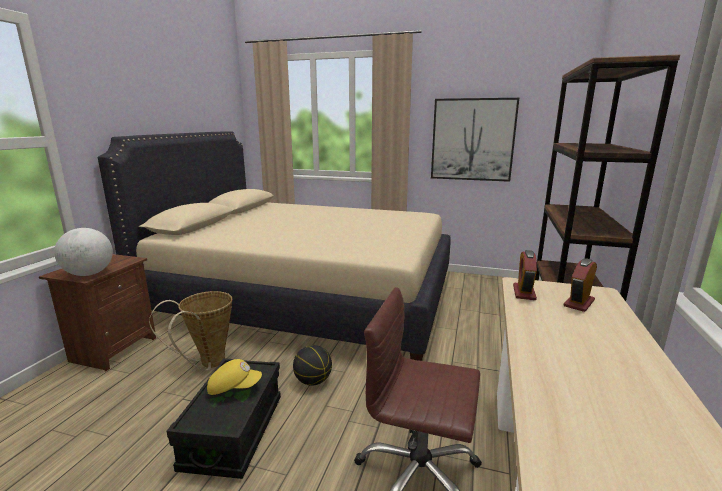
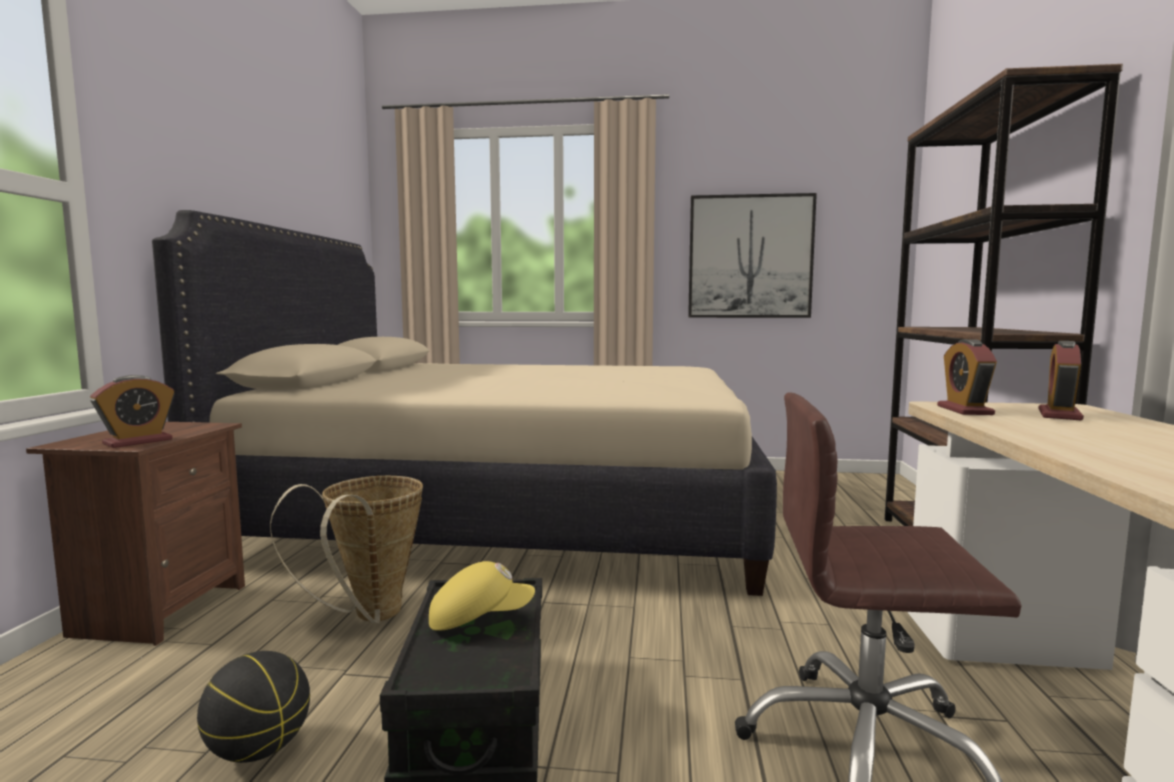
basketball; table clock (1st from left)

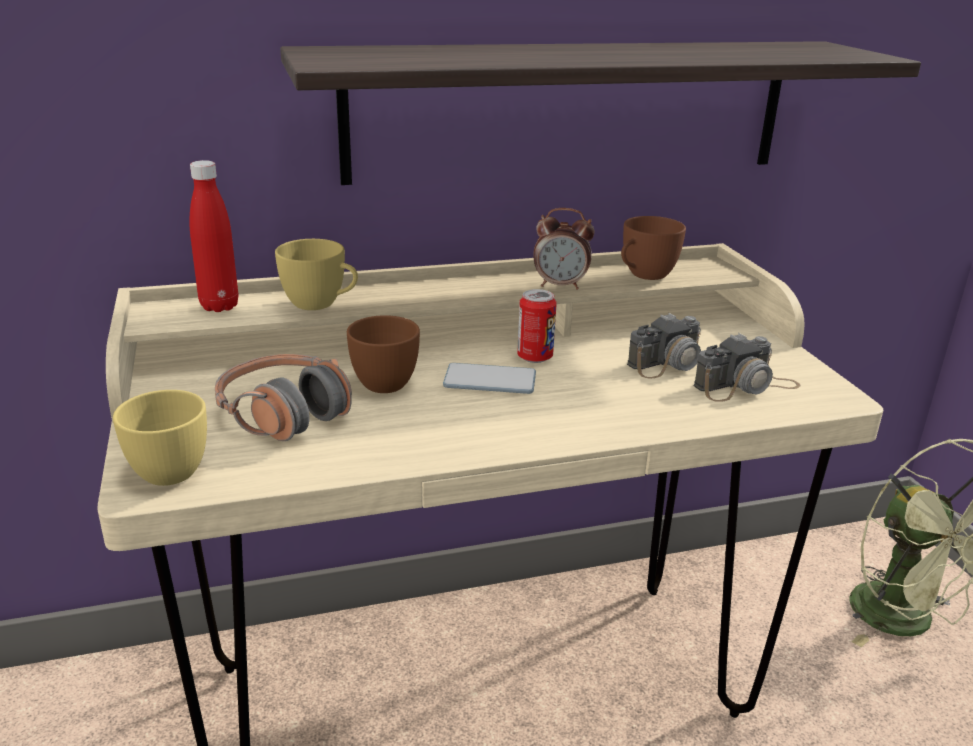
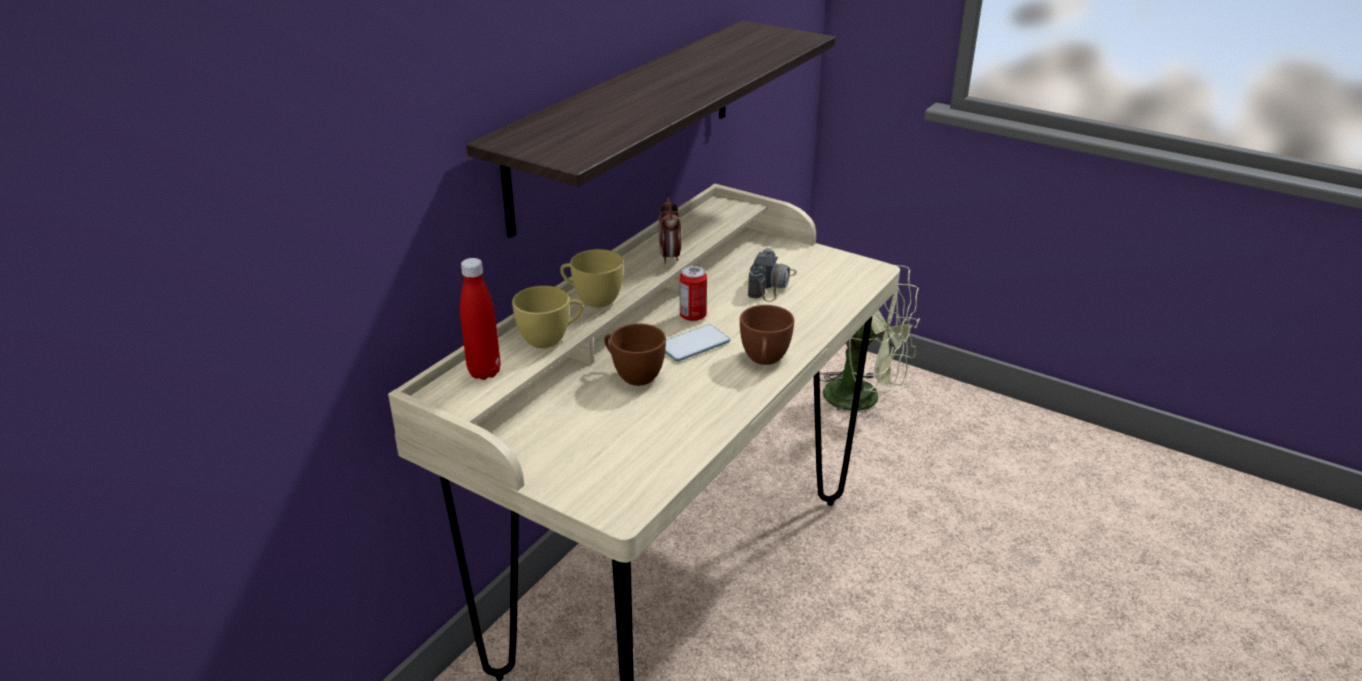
headset; still camera (2nd from left in the first image); cup (yellow-coloured) (2nd from left); cup (brownish) (2nd from left); table clock

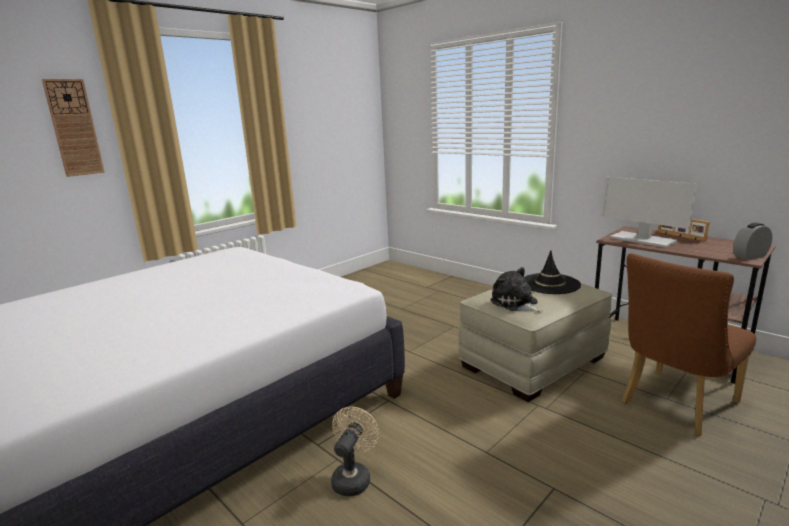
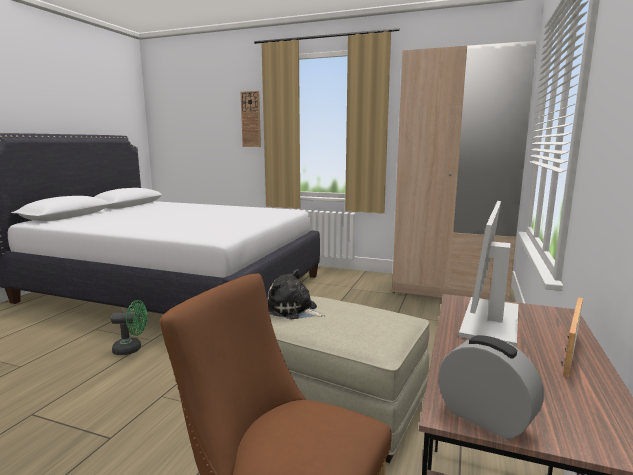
wearable hat (black-coloured); wardrobe (beige-coloured); fan (greenish); cuddly toy

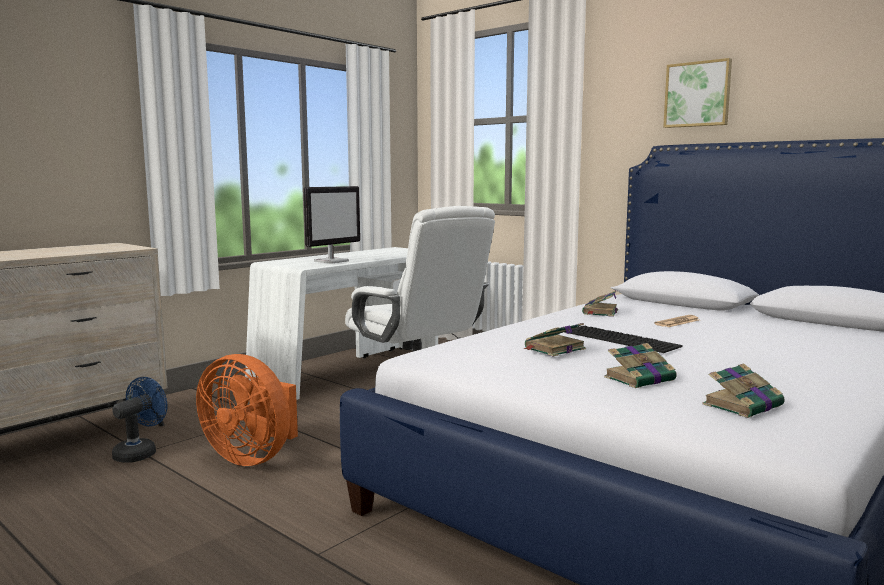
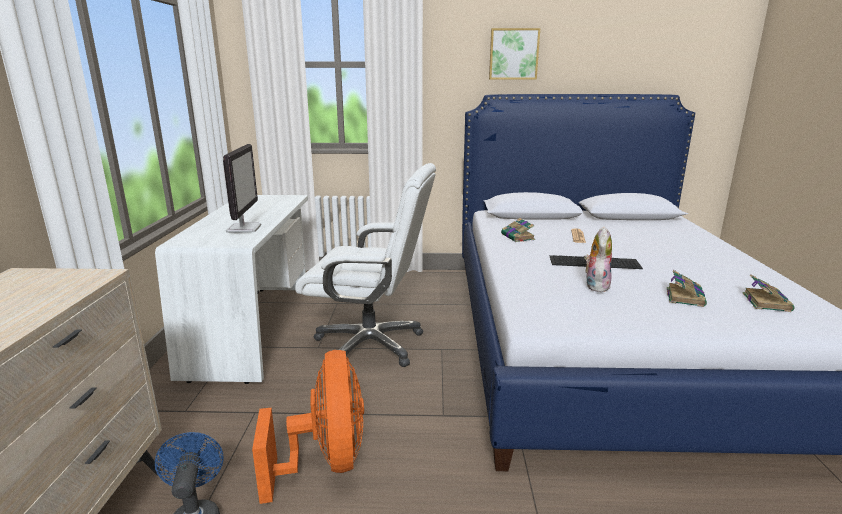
cuddly toy; fan (orange-coloured)

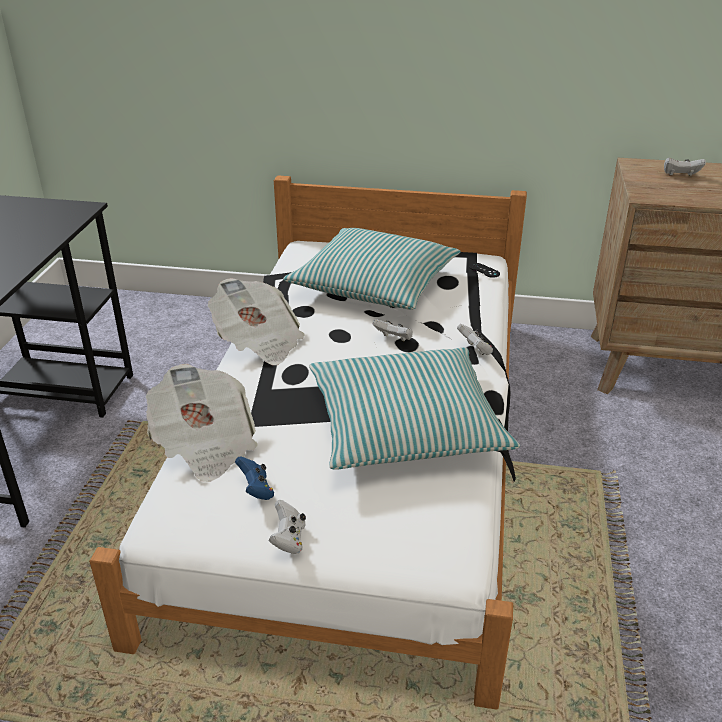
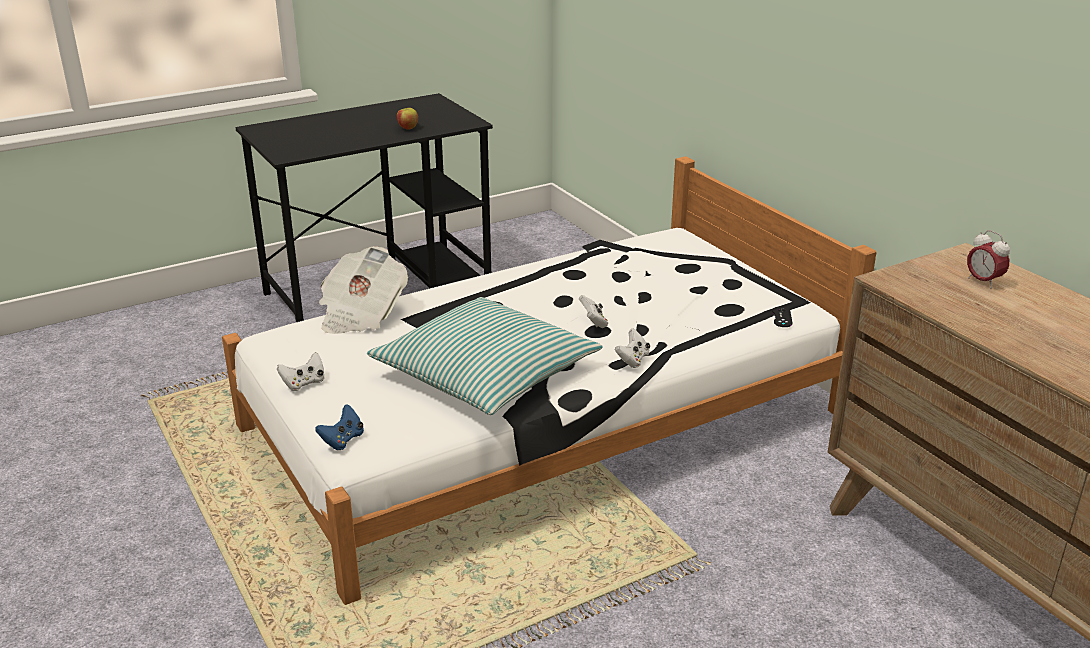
daily paper (2nd from left in the first image); pillow (1st from left in the first image); apple fruit; joypad (blue-coloured); table clock

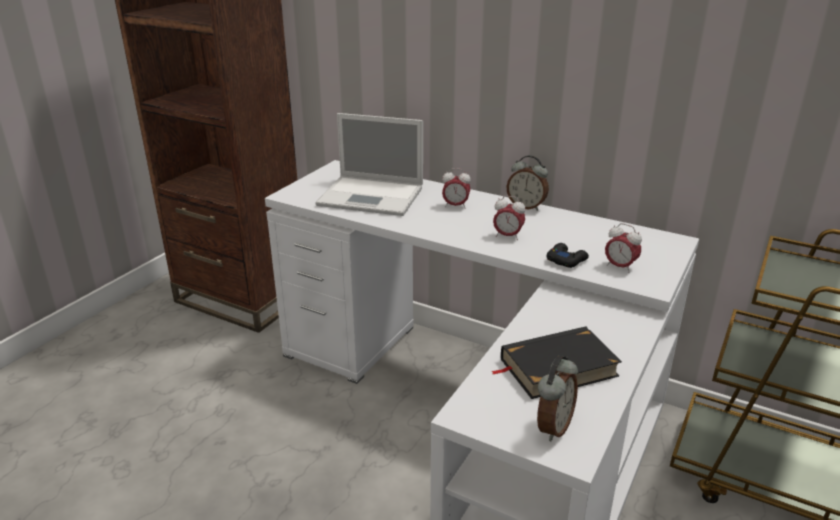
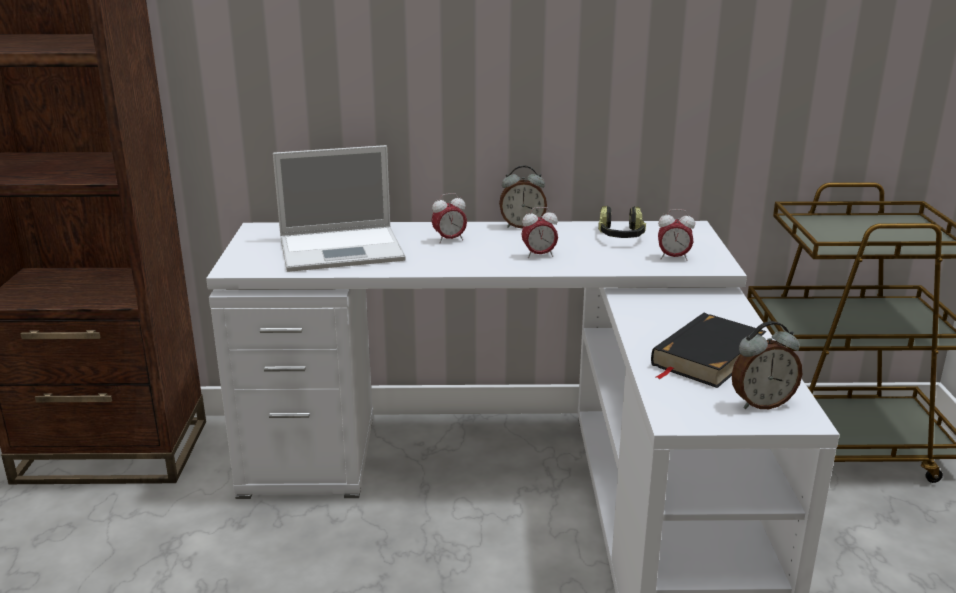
joypad (black-coloured); headset; table clock (5th from left)

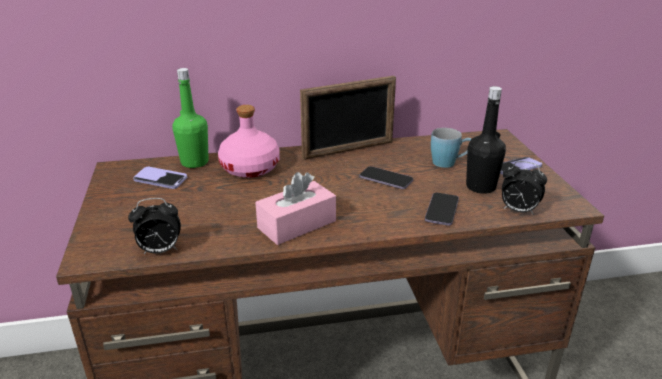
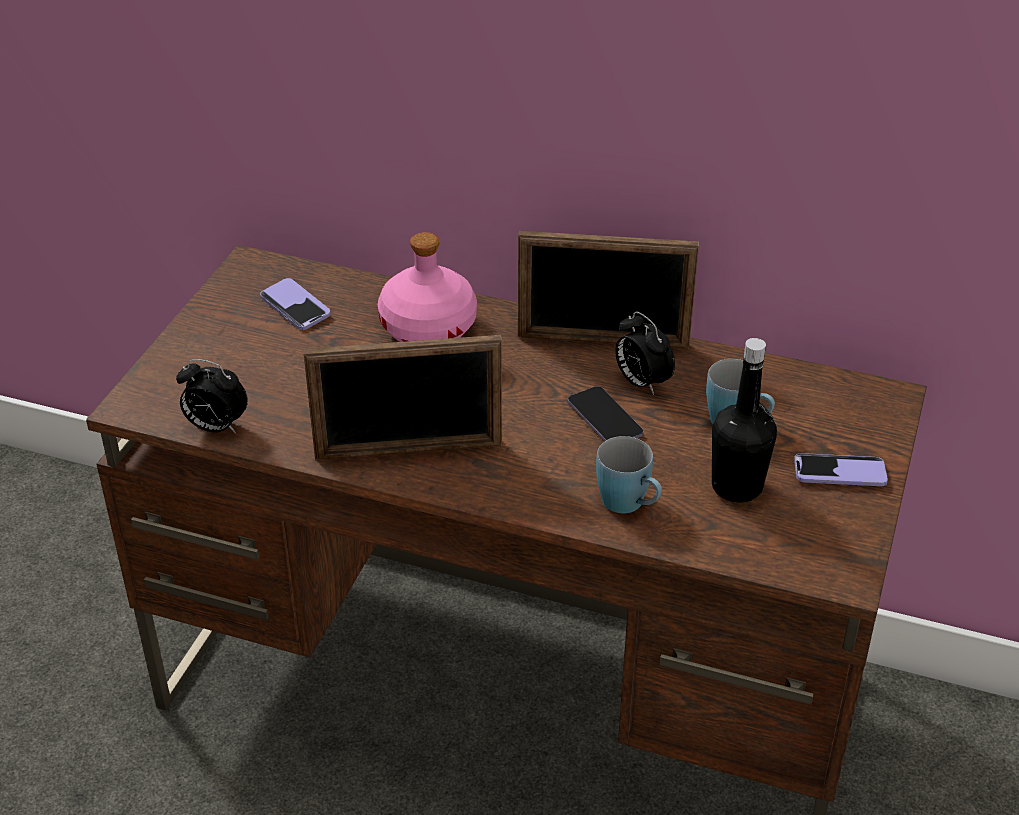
bottle (greenish); table clock (2nd from left); standing frame (1st from left); mug (blue-coloured) (1st from left)

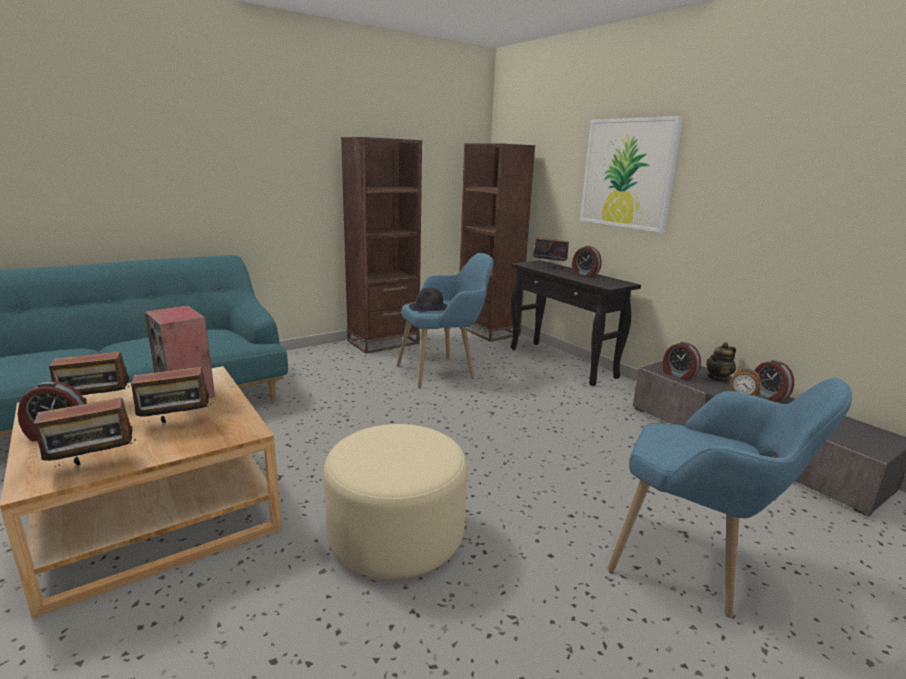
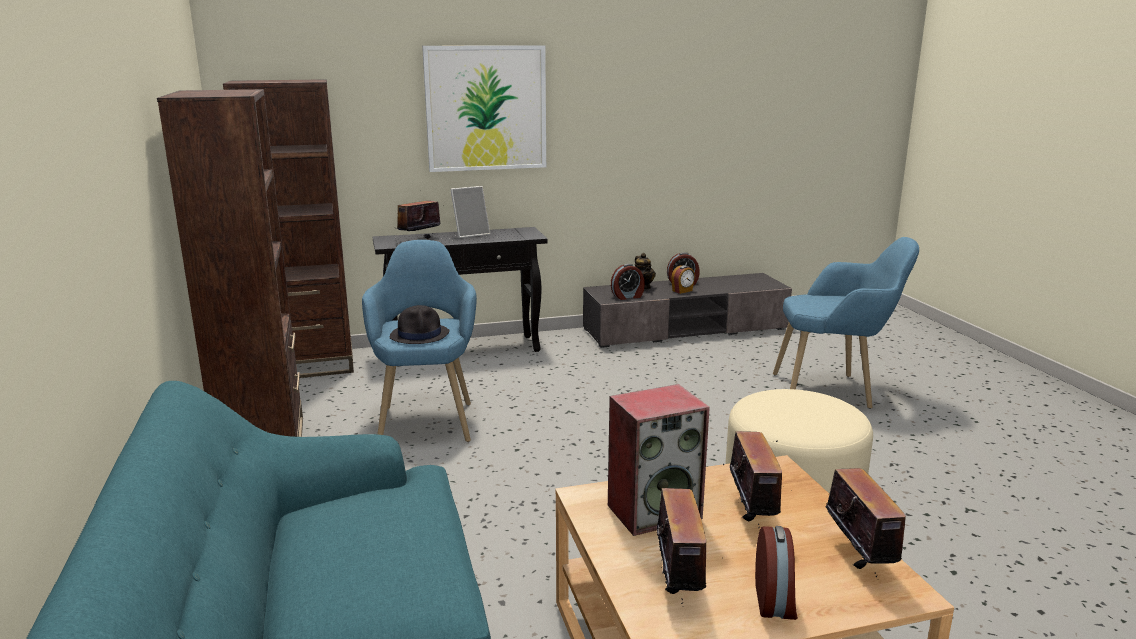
standing frame; armchair (blue-coloured) (2nd from left)

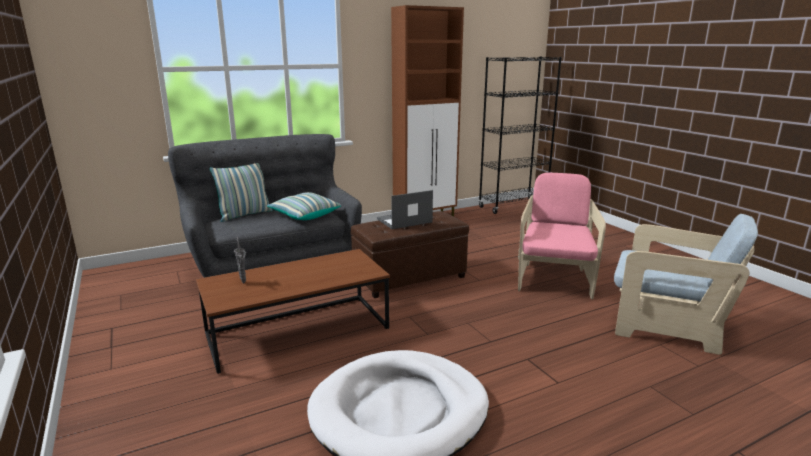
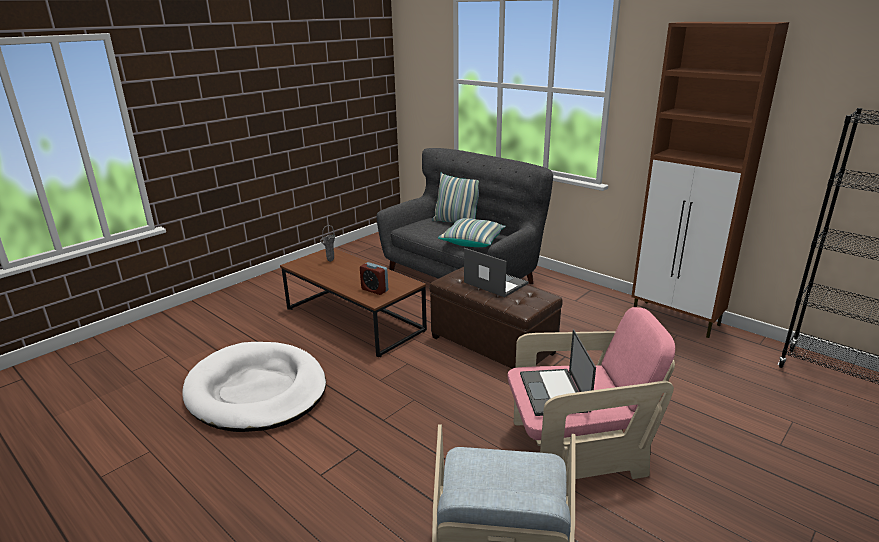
table clock; portable computer (2nd from left)

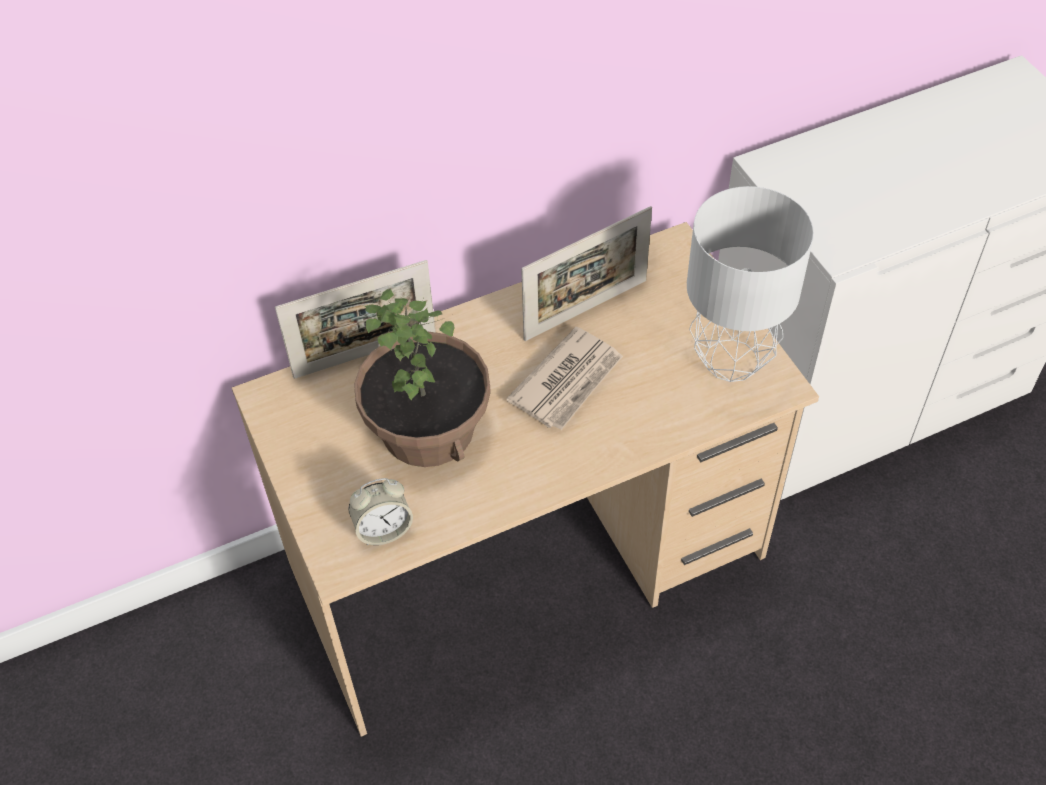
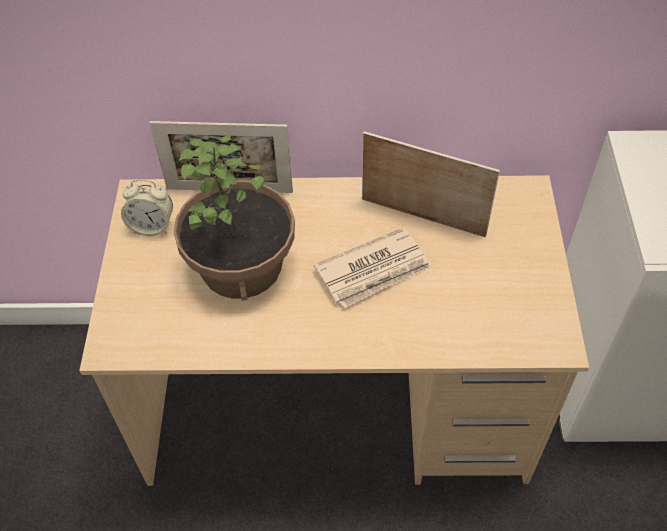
table lamp (gray); table clock; standing frame (2nd from left)

